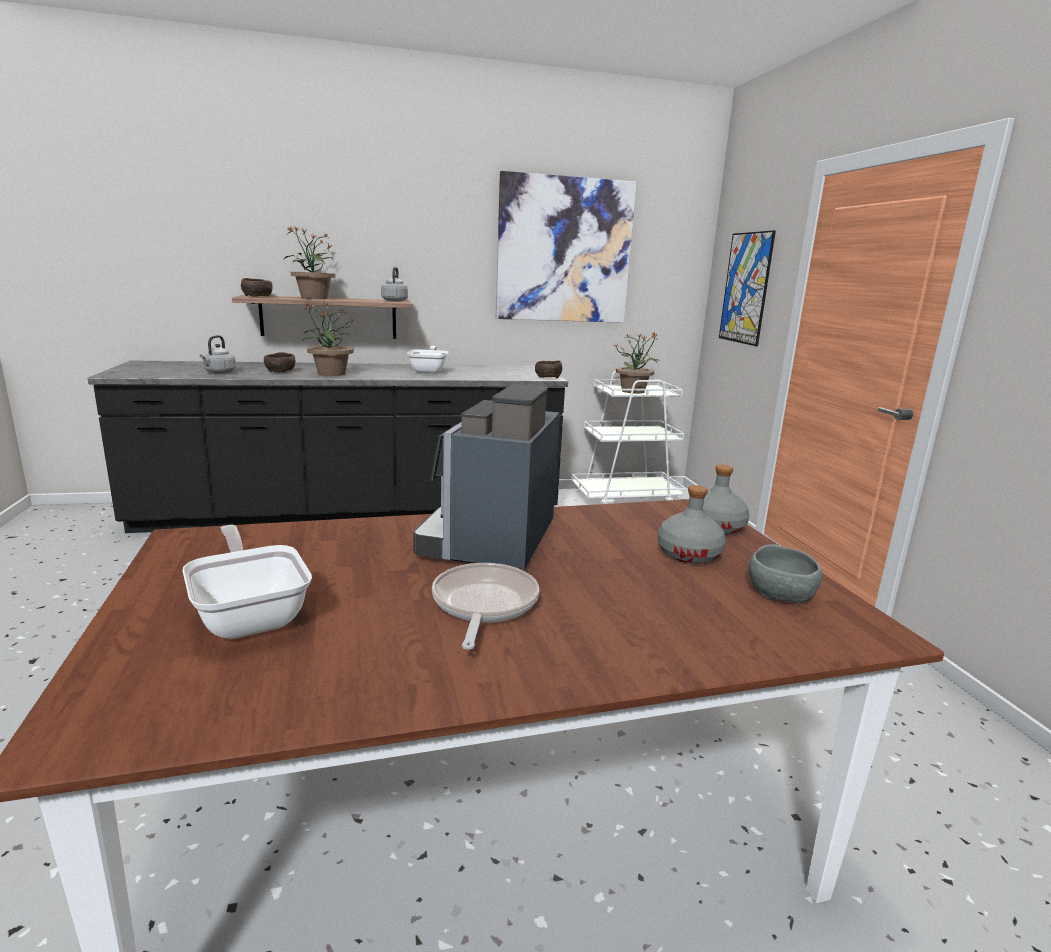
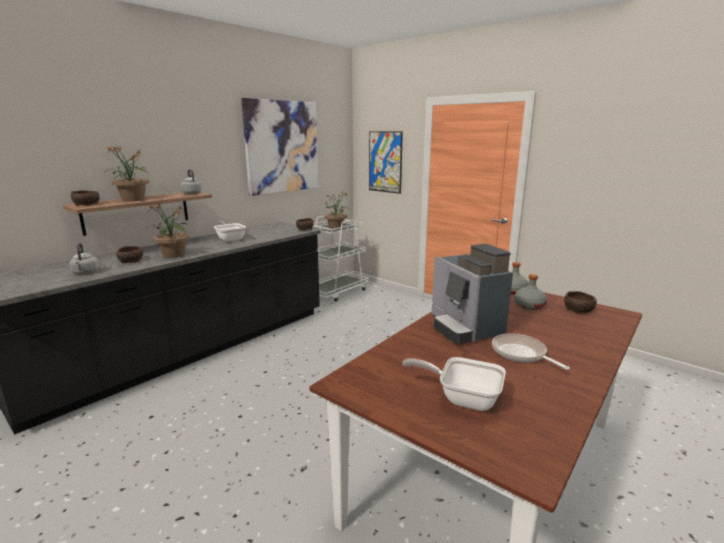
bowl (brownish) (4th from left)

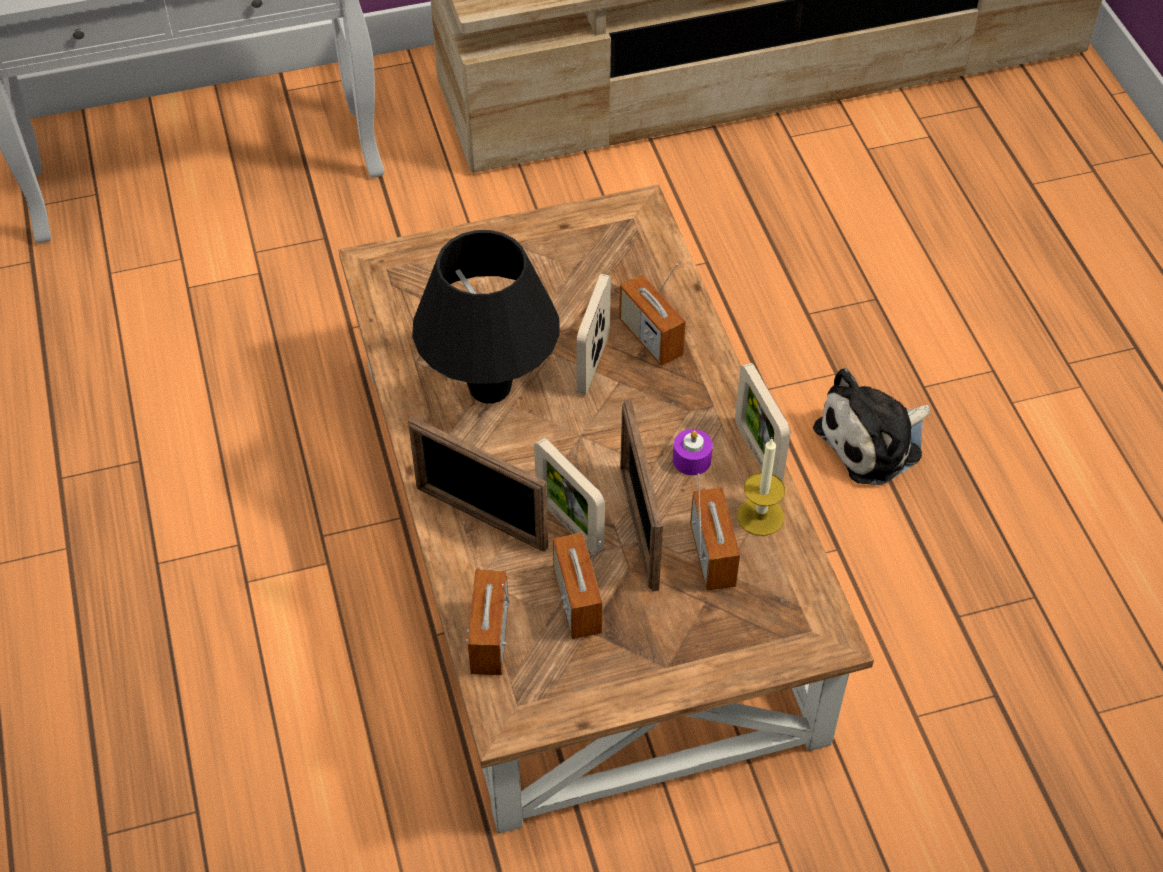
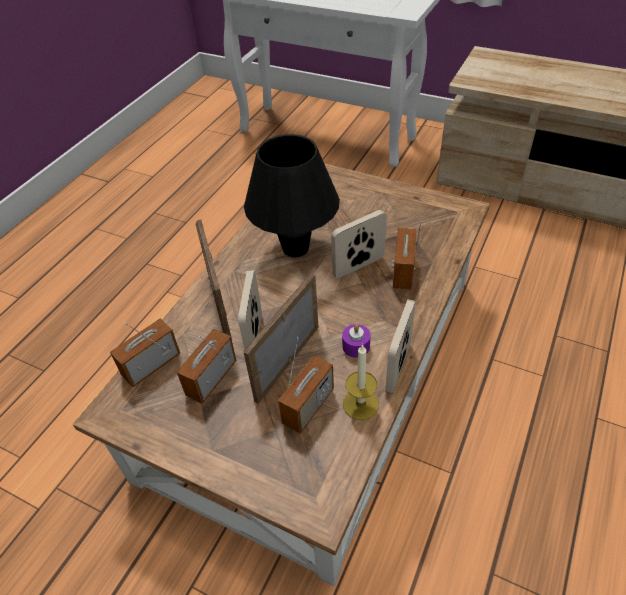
cuddly toy

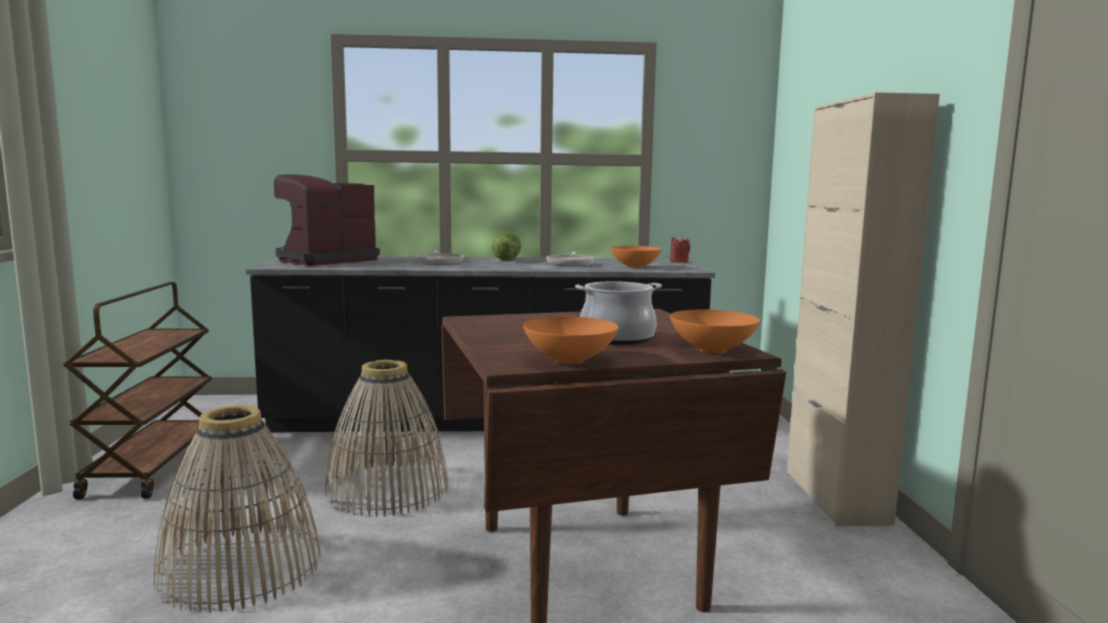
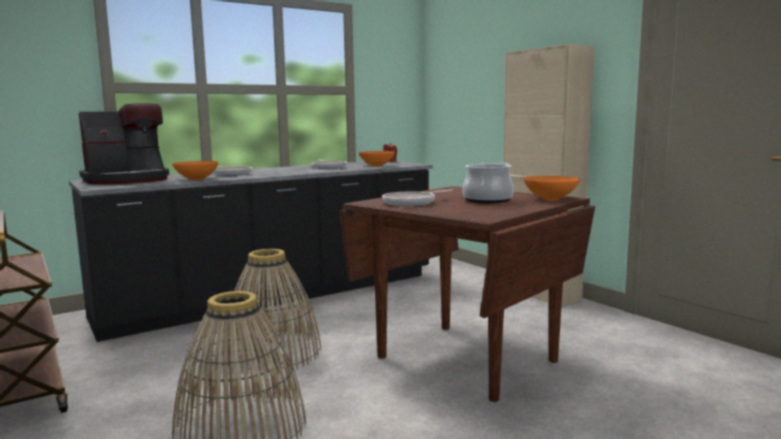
lettuce; frying pan (3rd from left); bowl (orange-coloured) (1st from left); coffee maker

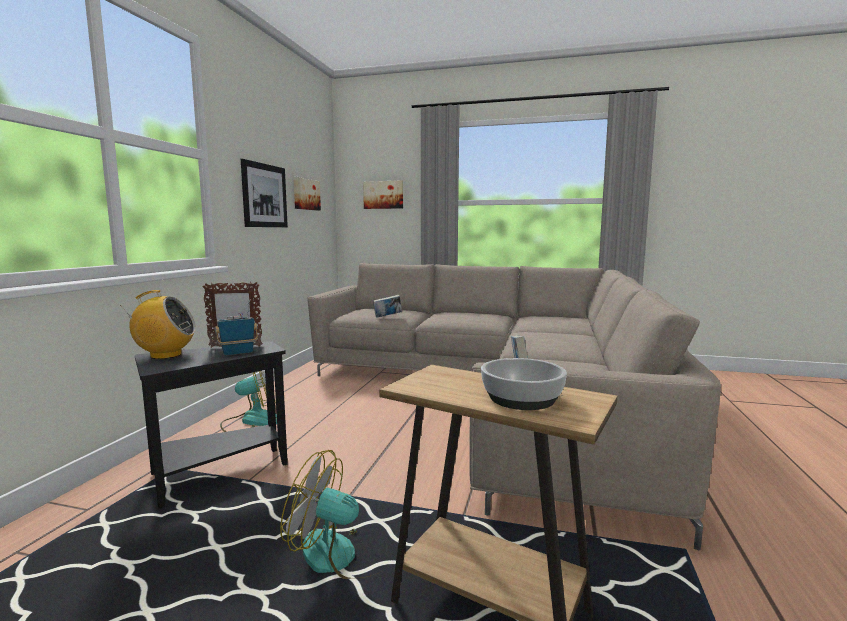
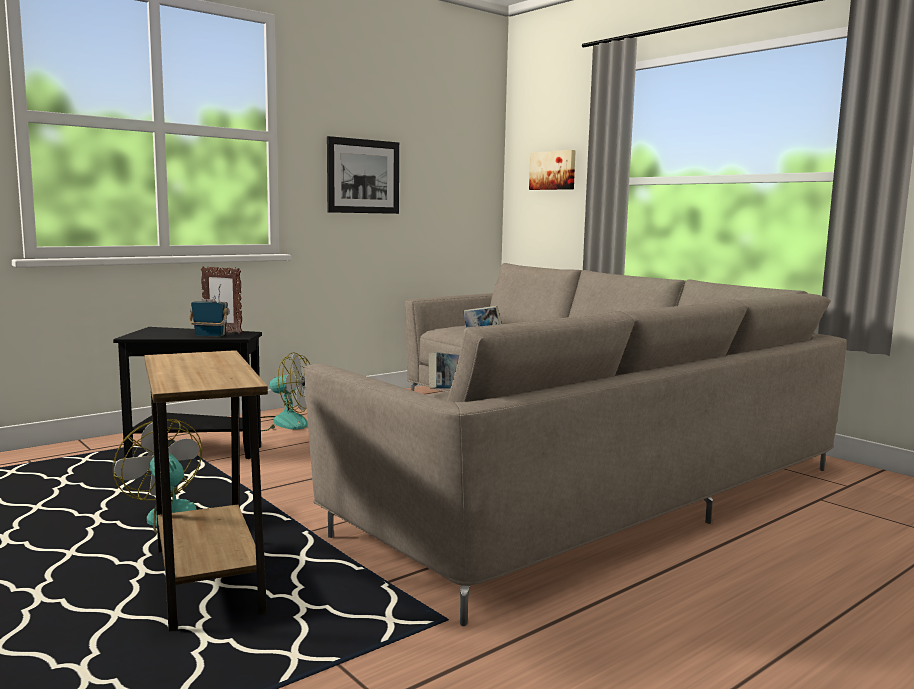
radio receiver (1st from left in the first image); picture (2nd from left in the first image); bowl

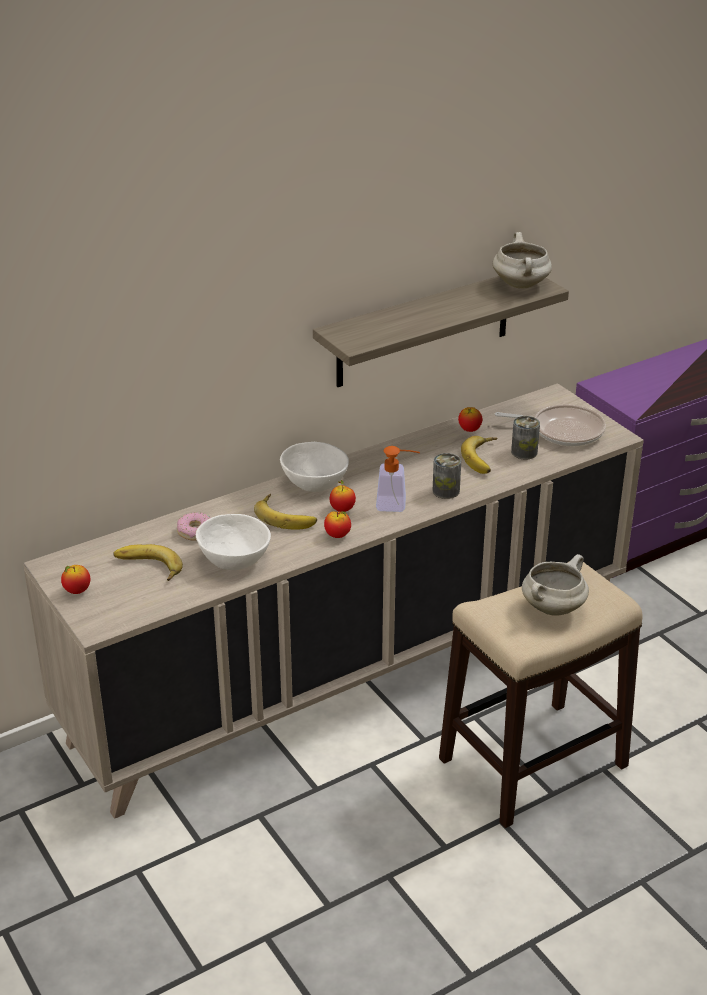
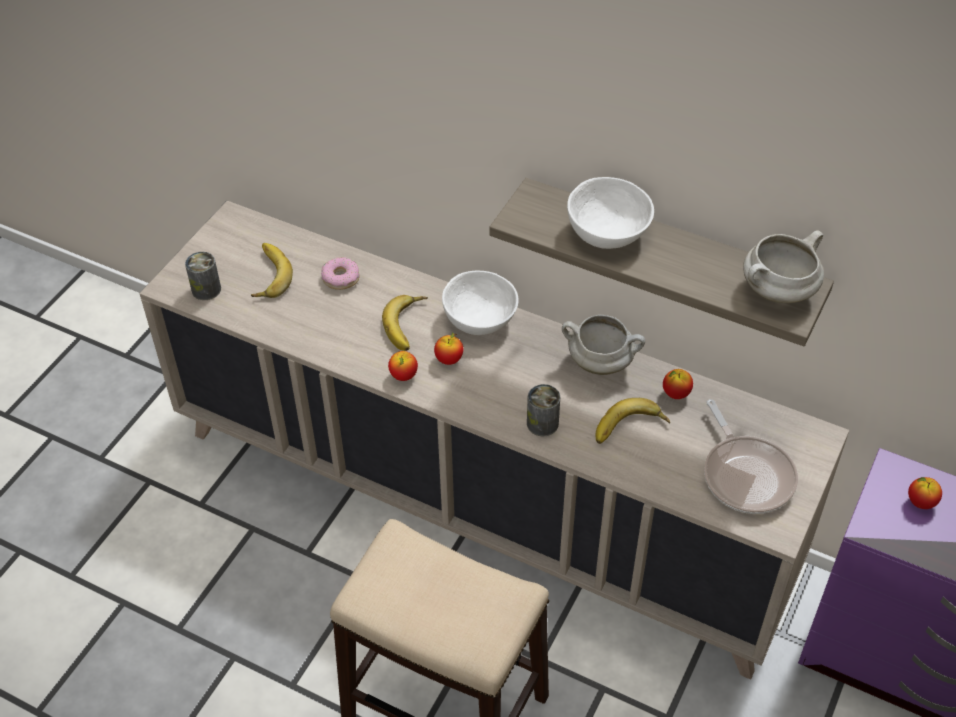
soap dispenser; apple fruit (4th from left); bowl (white-coloured) (2nd from left); metal can (1st from left); cooking pot (white-coloured) (1st from left)

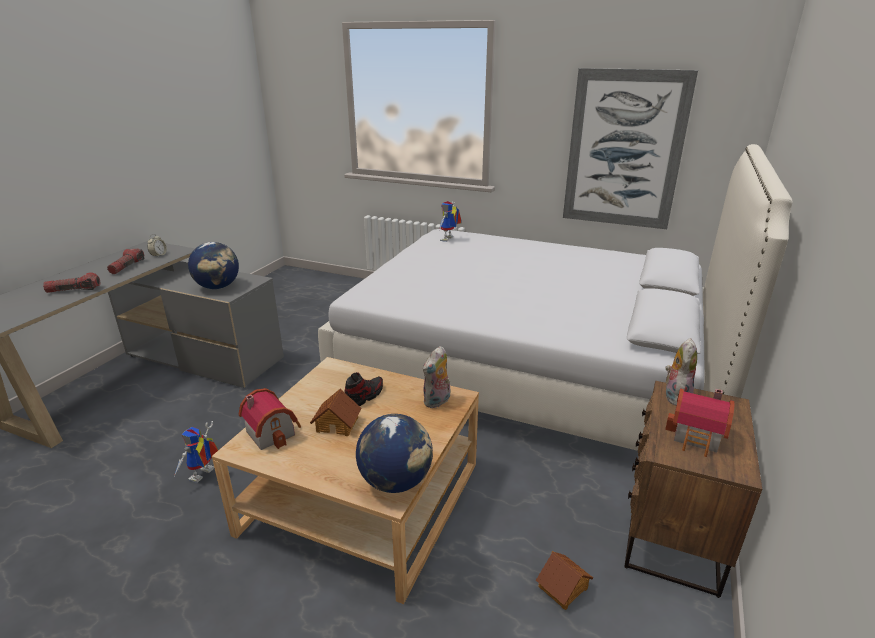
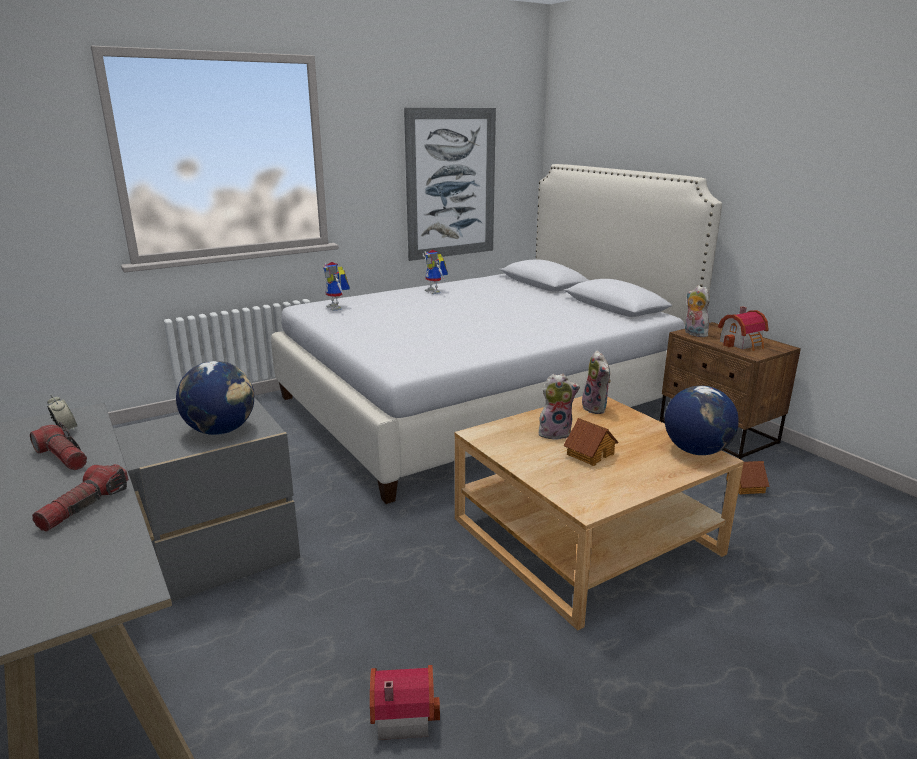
model robot (2nd from left); miniature house (1st from left); cuddly toy (1st from left)

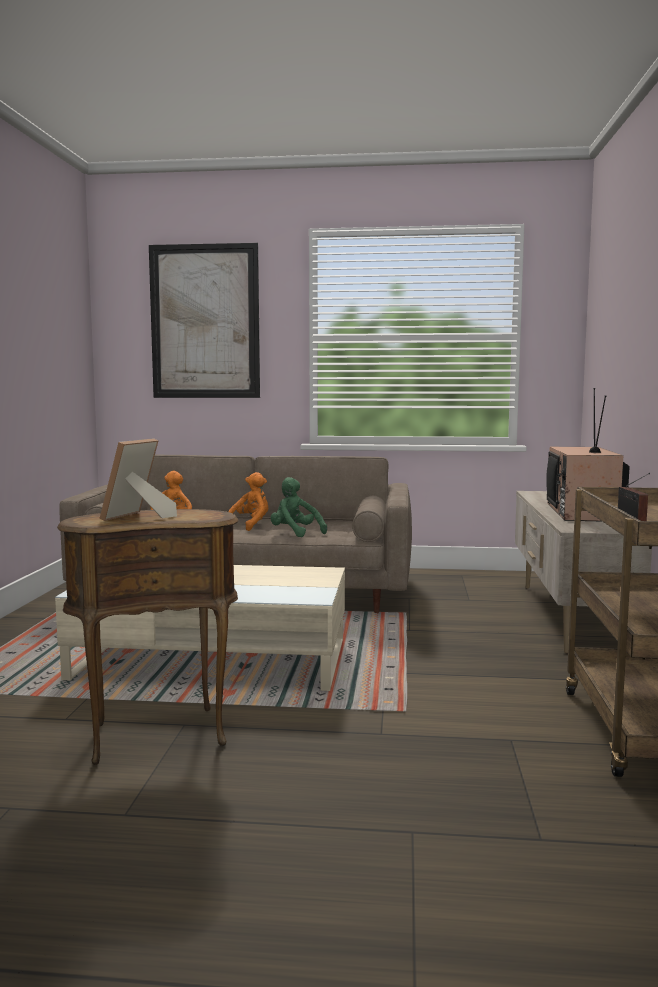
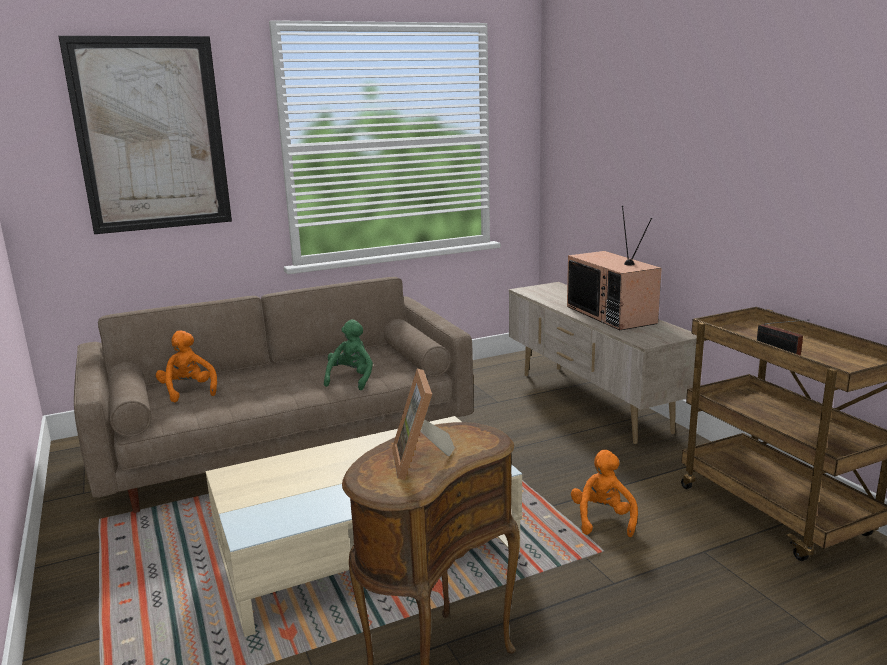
cuddly toy (orange-coloured) (2nd from left); cuddly toy (greenish)

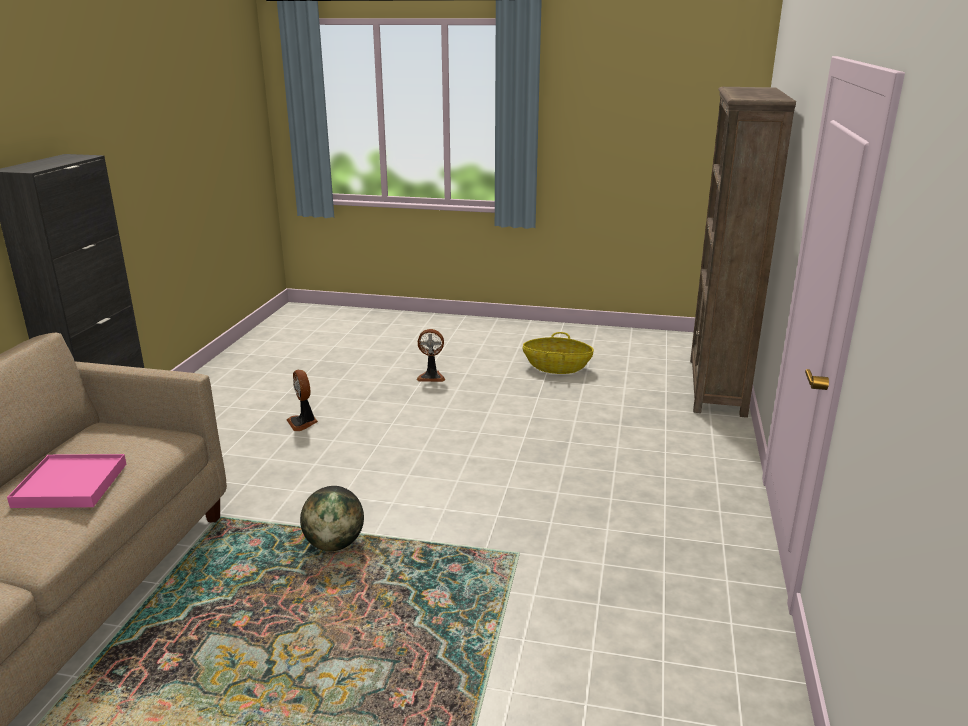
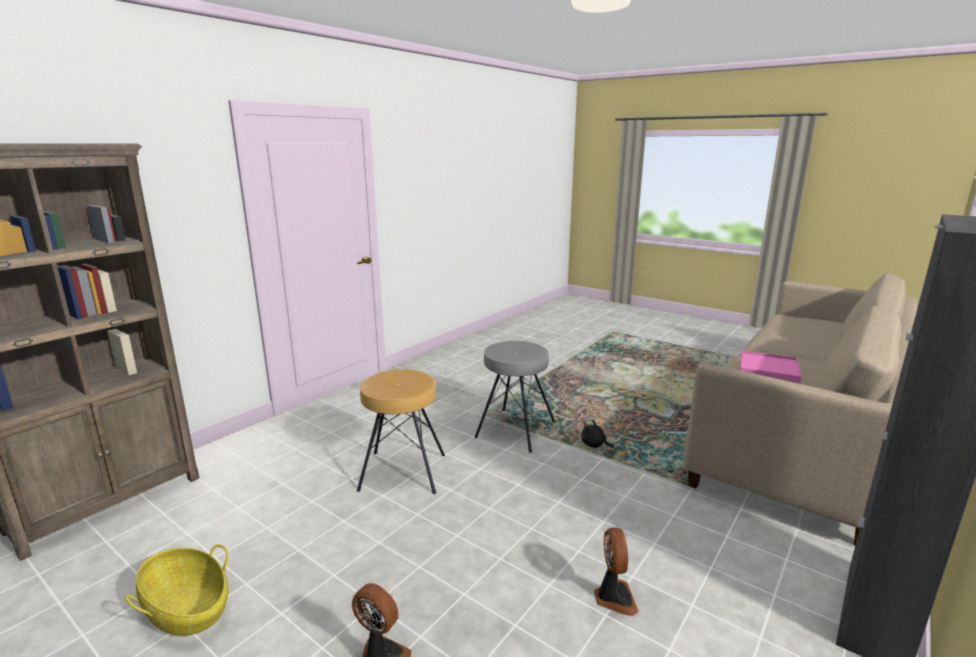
stool (brownish); stool (gray); cuddly toy (black-coloured)

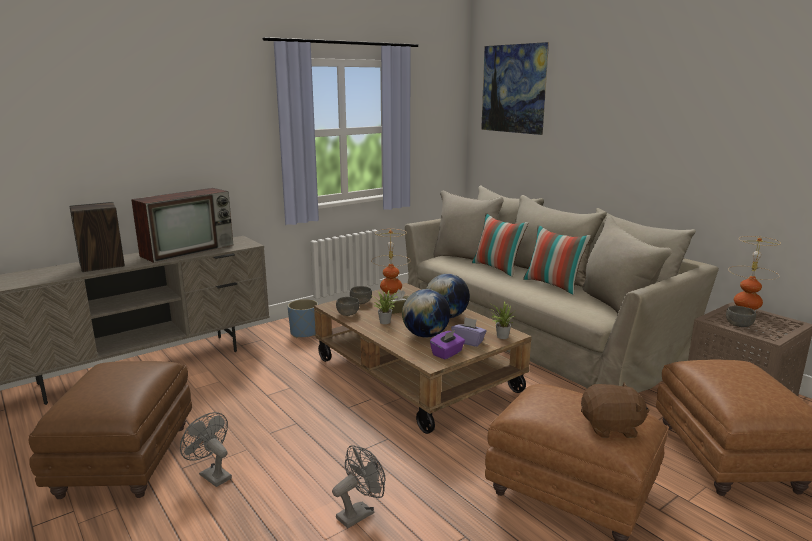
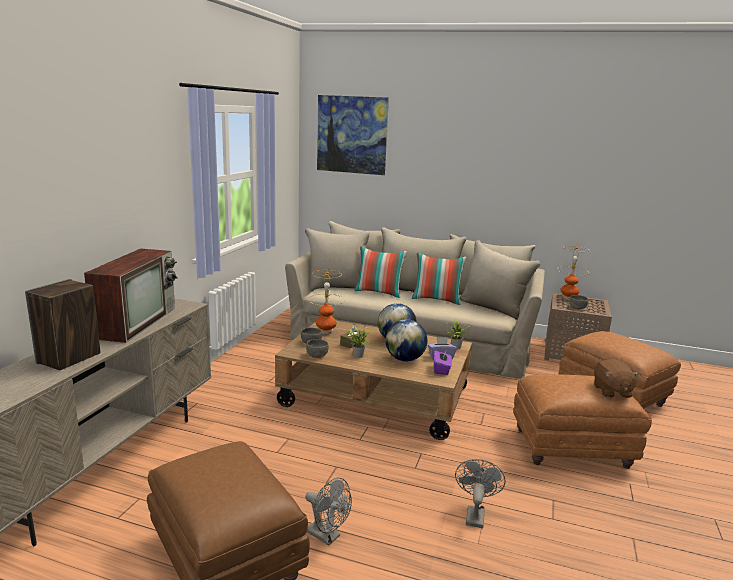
plant pot (blue-coloured); fan (gray) (1st from left); cuddly toy (brownish)

